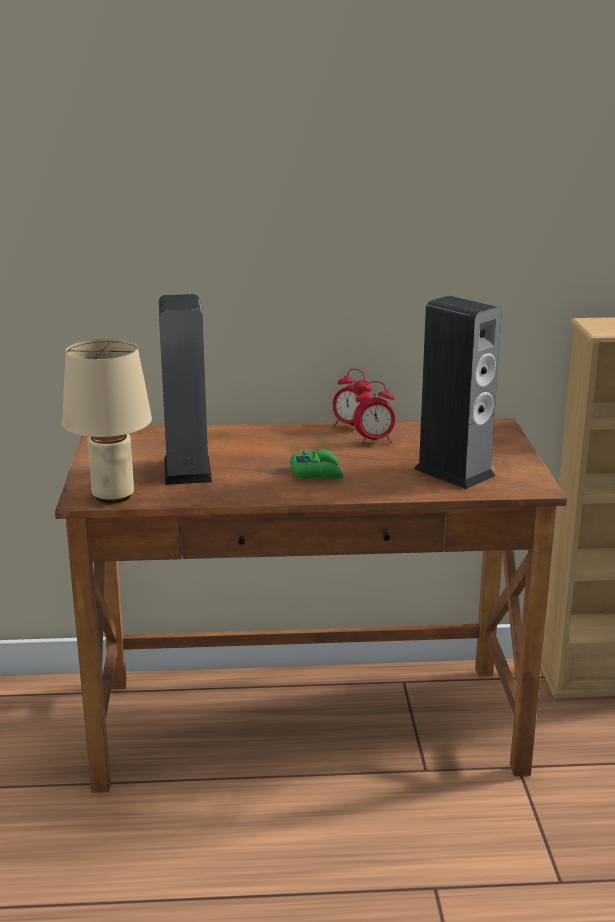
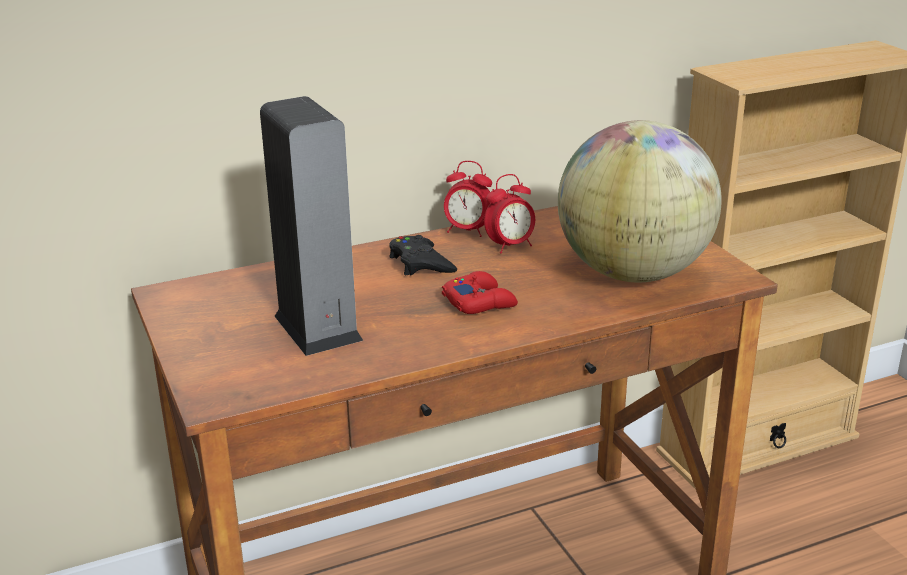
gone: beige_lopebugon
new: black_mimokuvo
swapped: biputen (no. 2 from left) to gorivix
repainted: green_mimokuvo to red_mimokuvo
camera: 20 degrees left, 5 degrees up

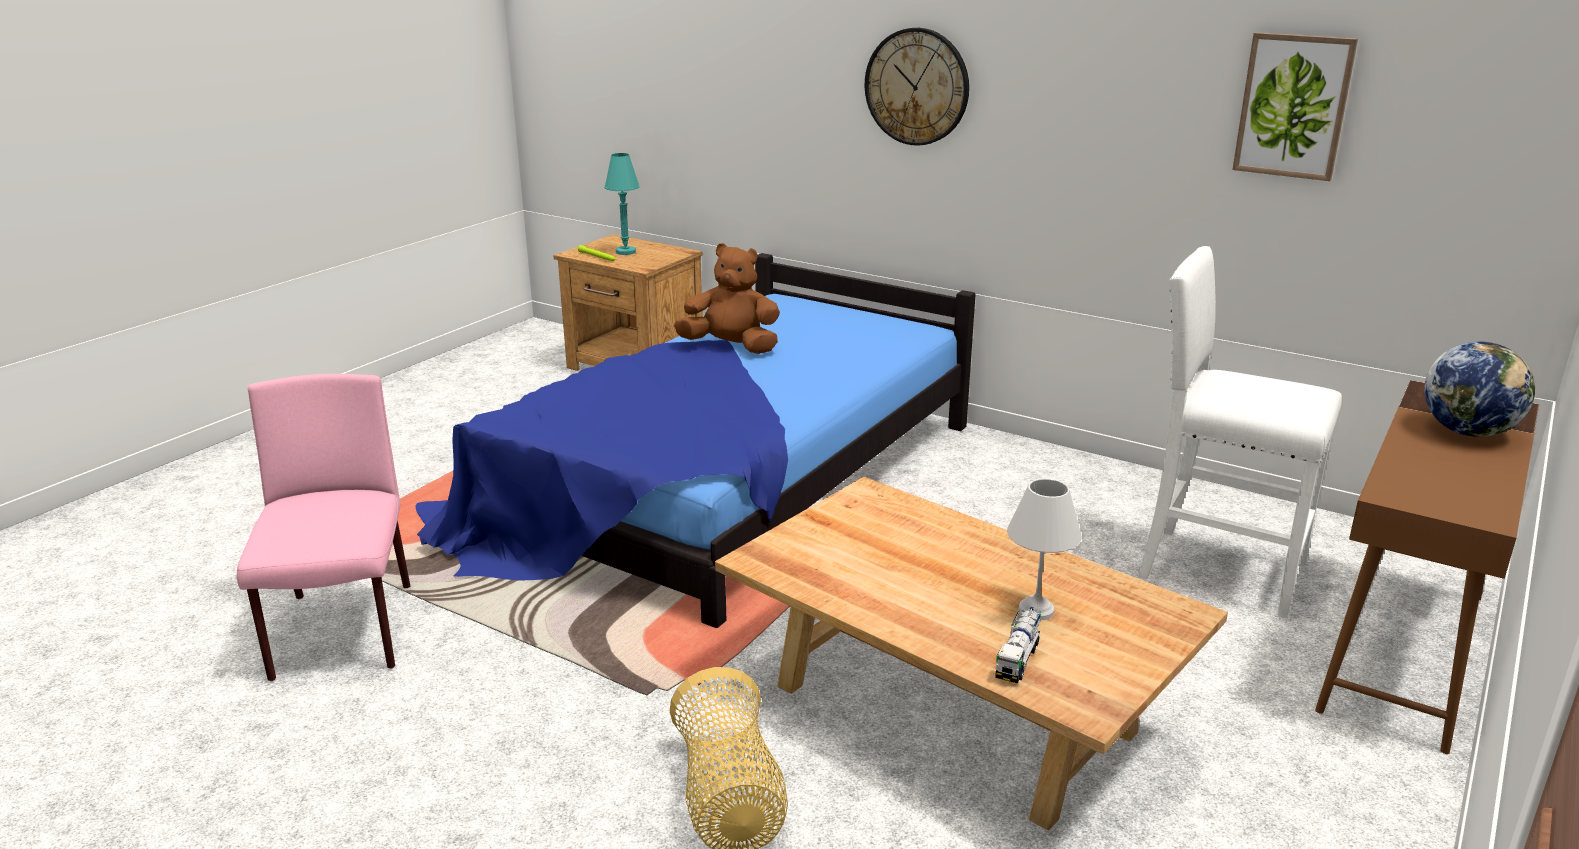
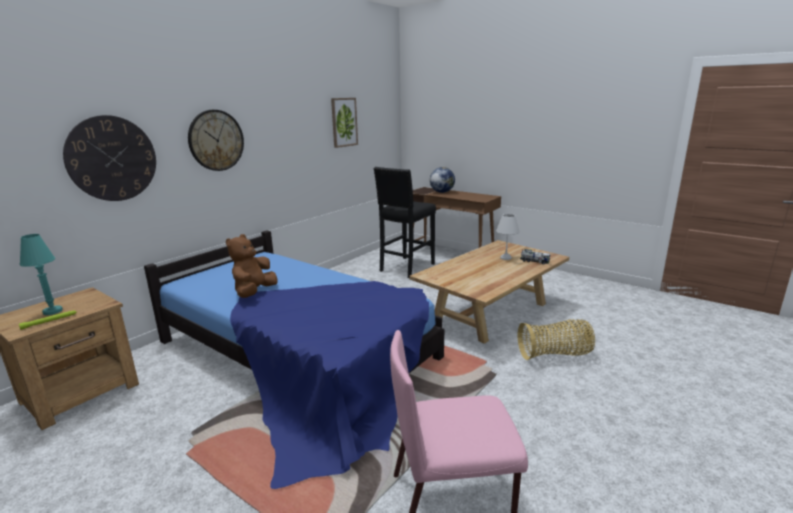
new: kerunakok (no. 1 from left)
repainted: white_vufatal to black_vufatal
camera: 85 degrees left, 5 degrees down

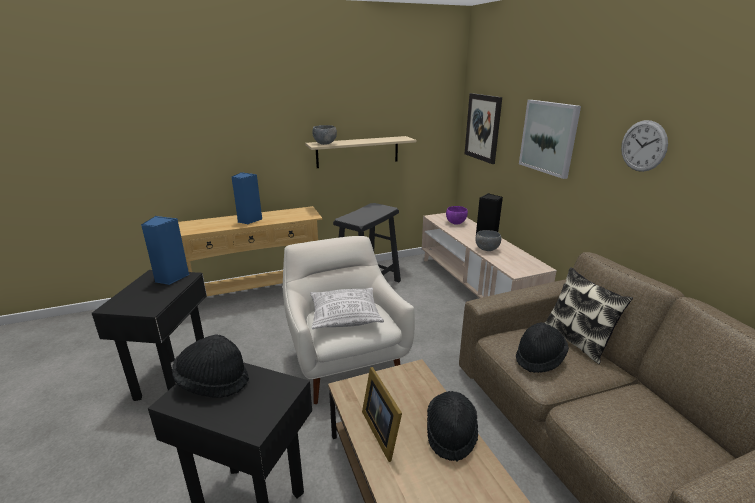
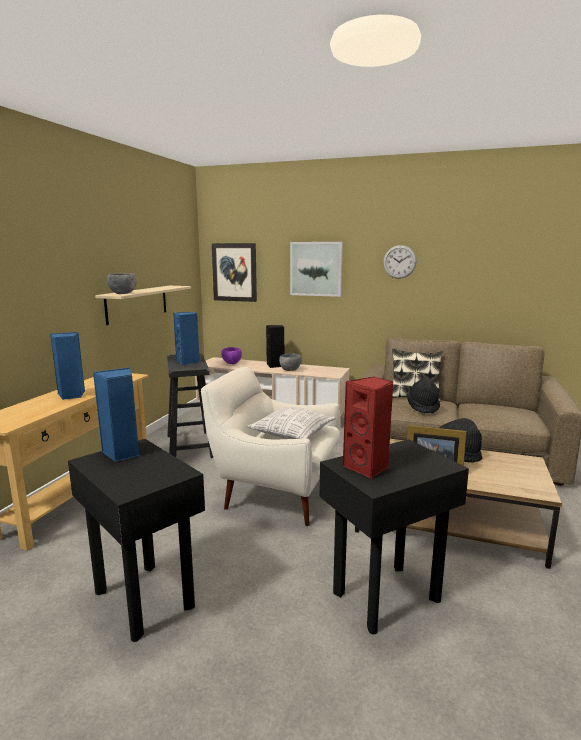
new: blue_biputen (no. 3 from left)
swapped: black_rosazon (no. 1 from left) to red_biputen
camera: 50 degrees left, 10 degrees down

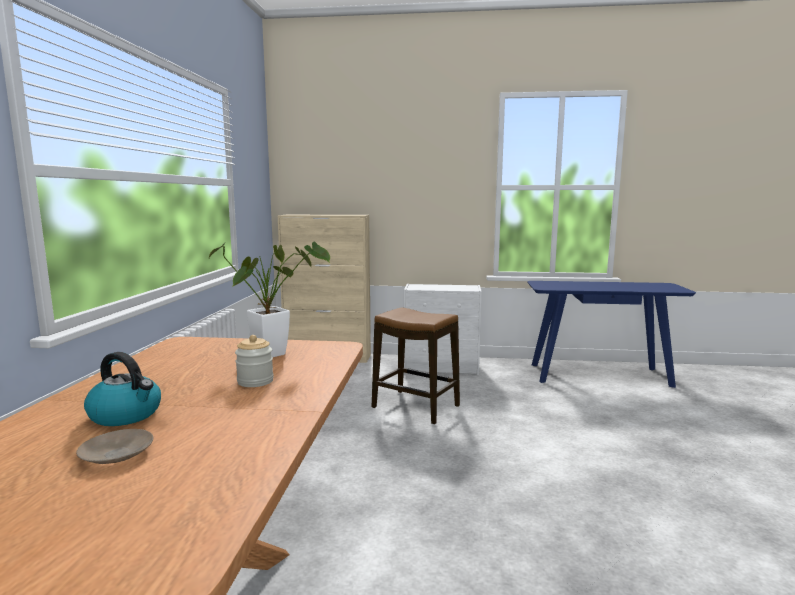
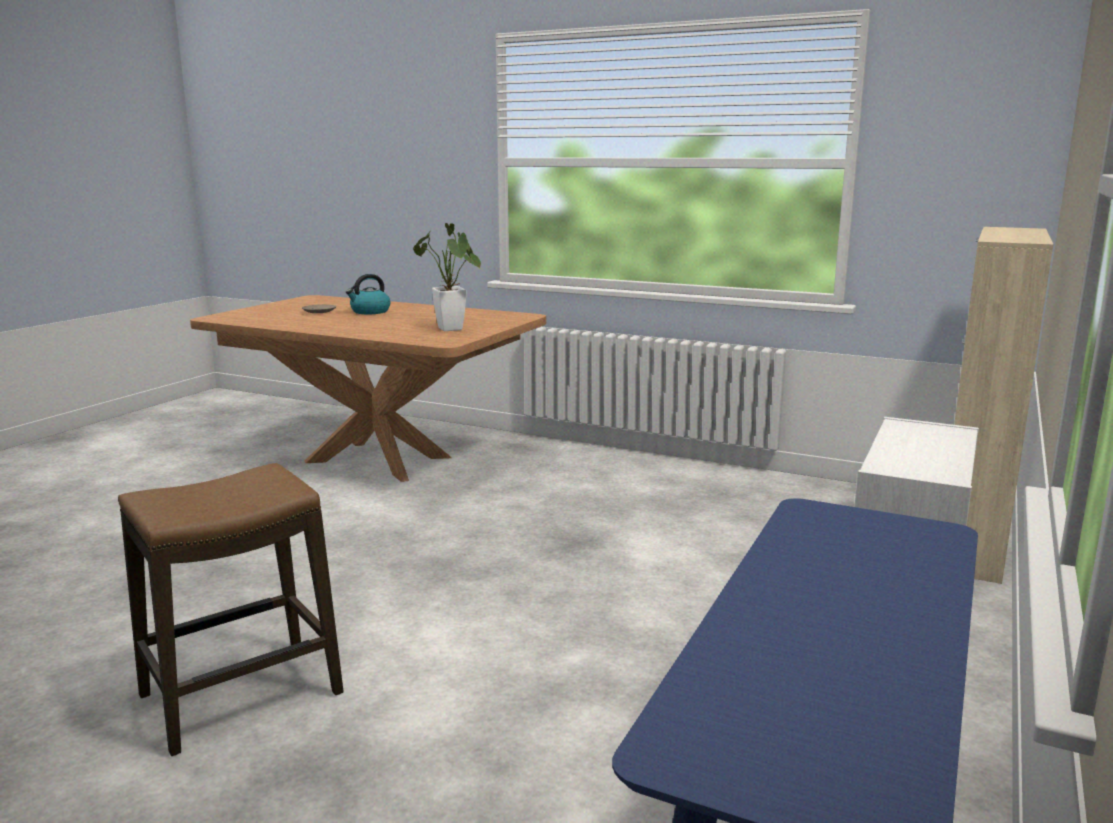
gone: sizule
shifted: vufatal
camera: 110 degrees right, 5 degrees up

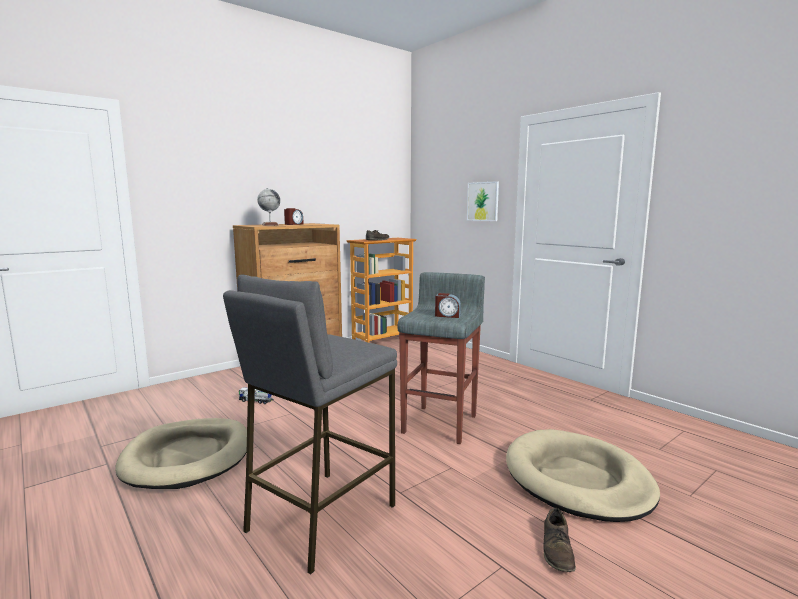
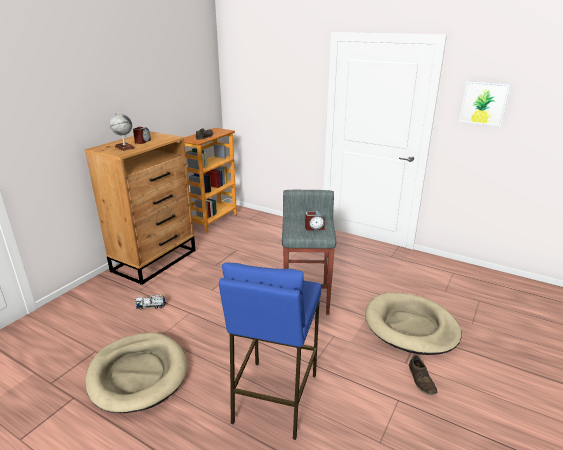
shifted: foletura
repainted: grey_vufatal (no. 1 from left) to blue_vufatal
camera: 20 degrees left, 15 degrees up

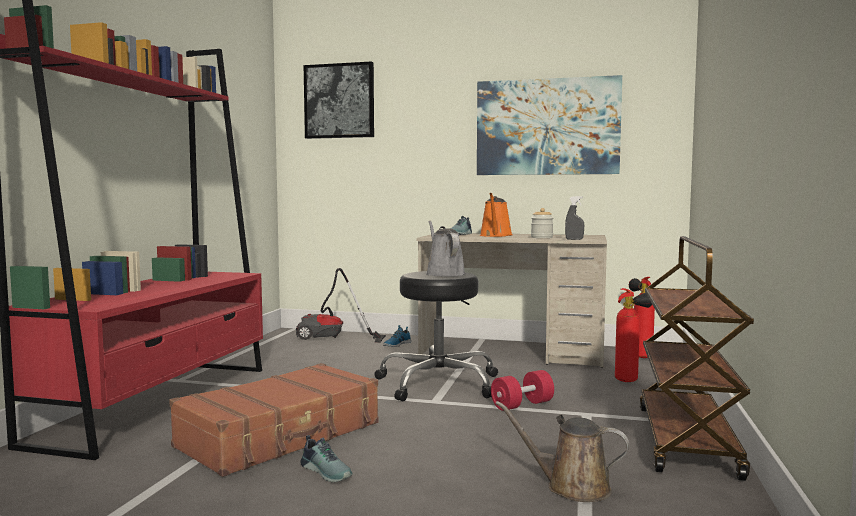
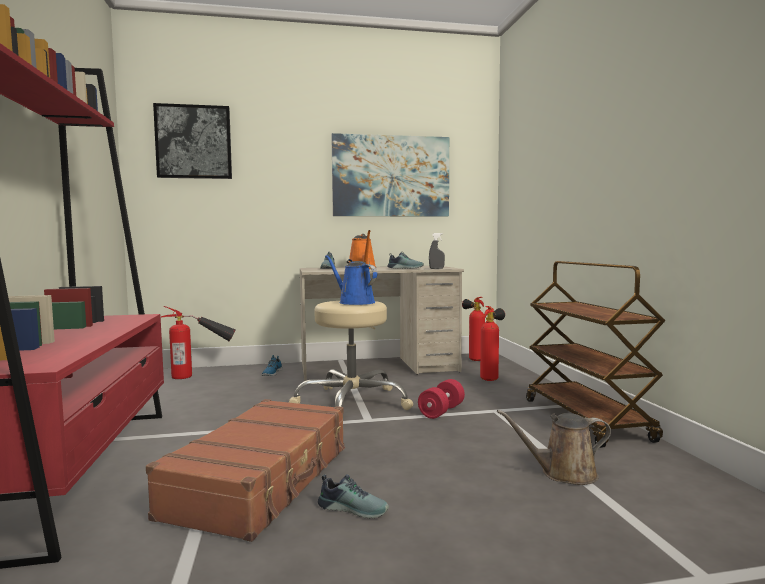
swapped: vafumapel to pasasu (no. 1 from left); sizule to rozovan (no. 4 from left)
repainted: black_vufatal to beige_vufatal; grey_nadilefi to blue_nadilefi
camera: 25 degrees left, 0 degrees up

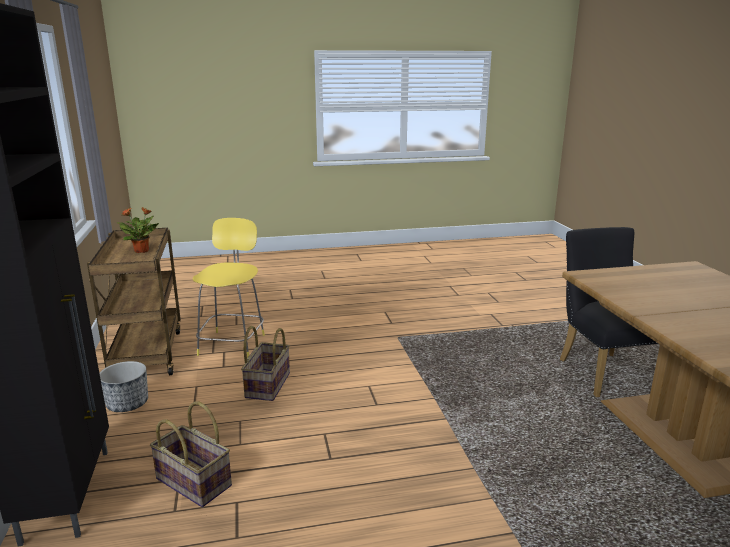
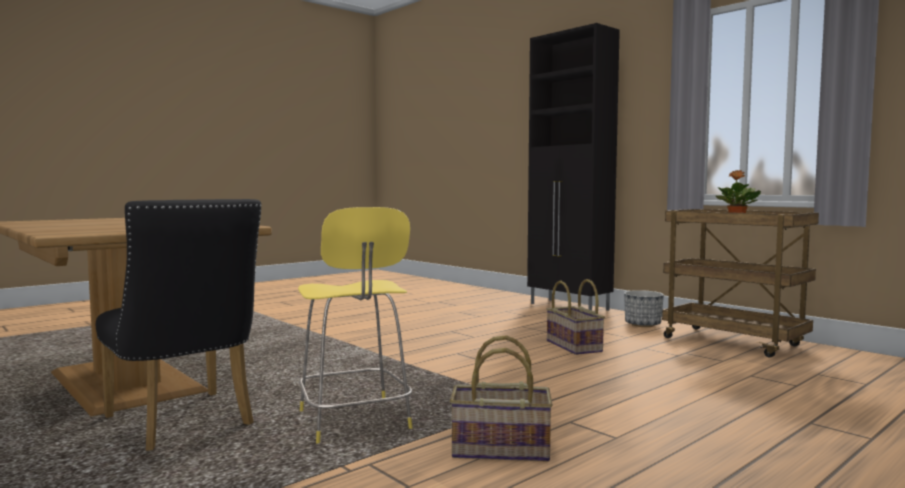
shifted: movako (no. 1 from left); yellow_vufatal
camera: 150 degrees right, 15 degrees down

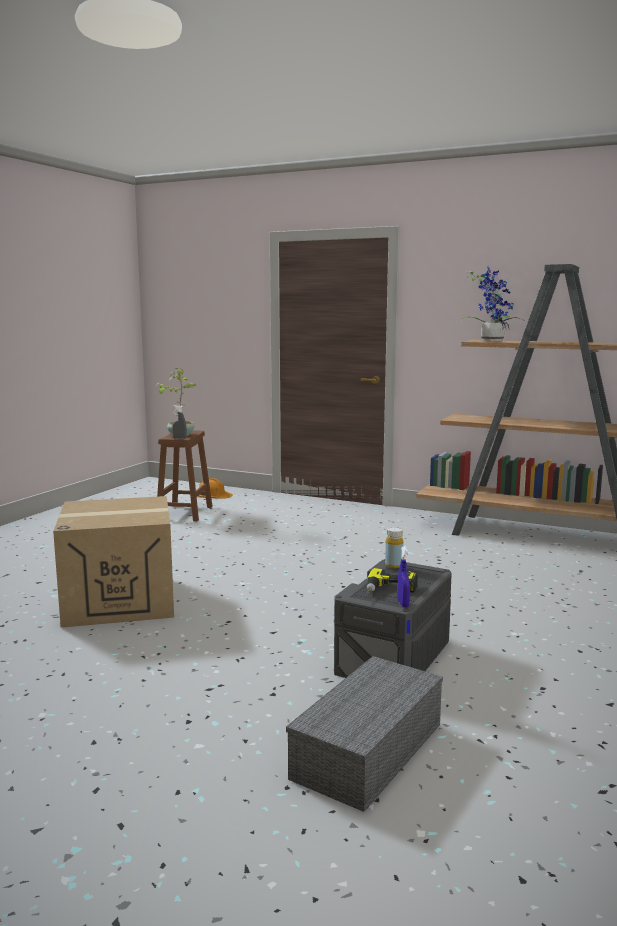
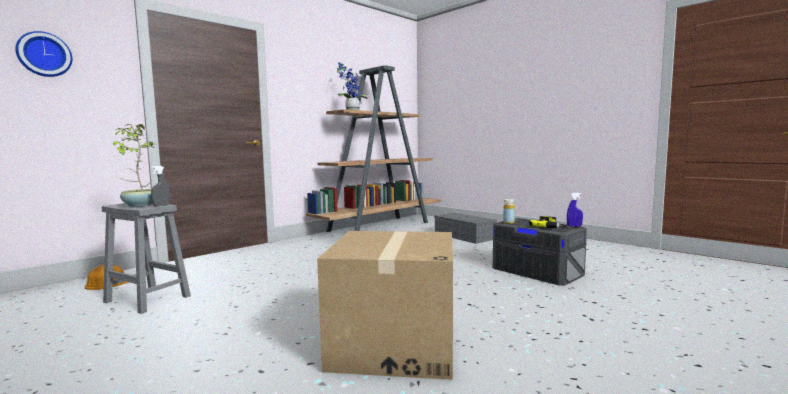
new: kerunakok
shifted: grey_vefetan (no. 1 from left)
repainted: brown_vufatal to grey_vufatal
camera: 70 degrees left, 5 degrees down

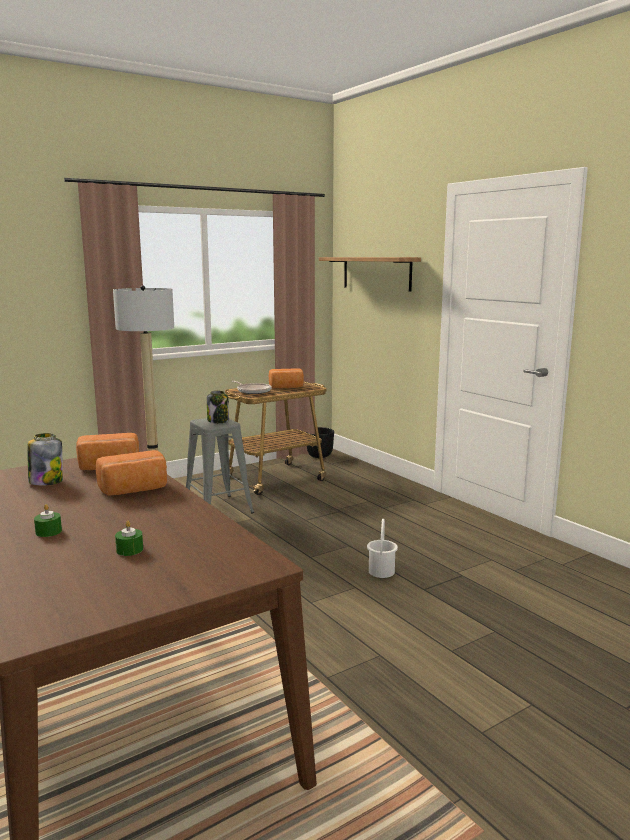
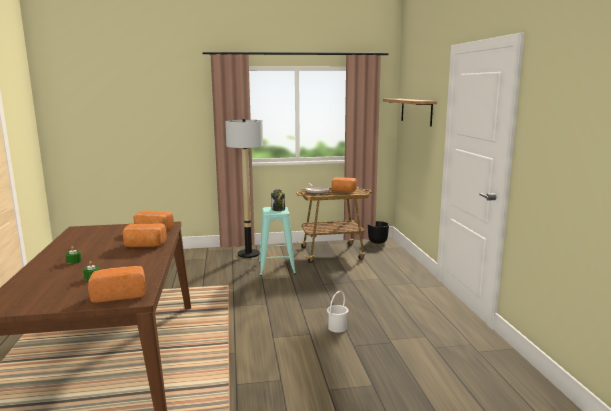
gone: sizule (no. 1 from left)
new: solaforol (no. 1 from left)
repainted: grey_vufatal to turquoise_vufatal
camera: 25 degrees right, 0 degrees up

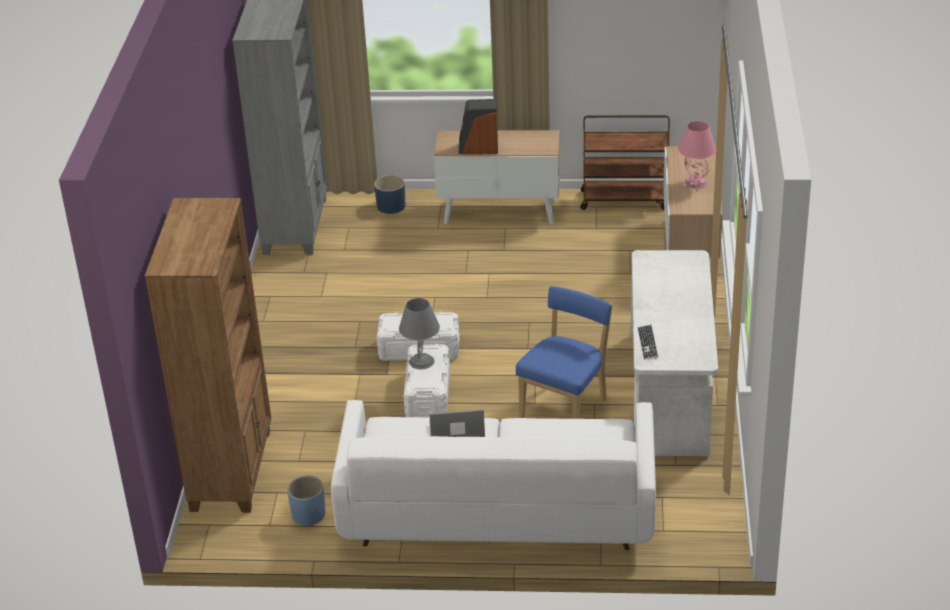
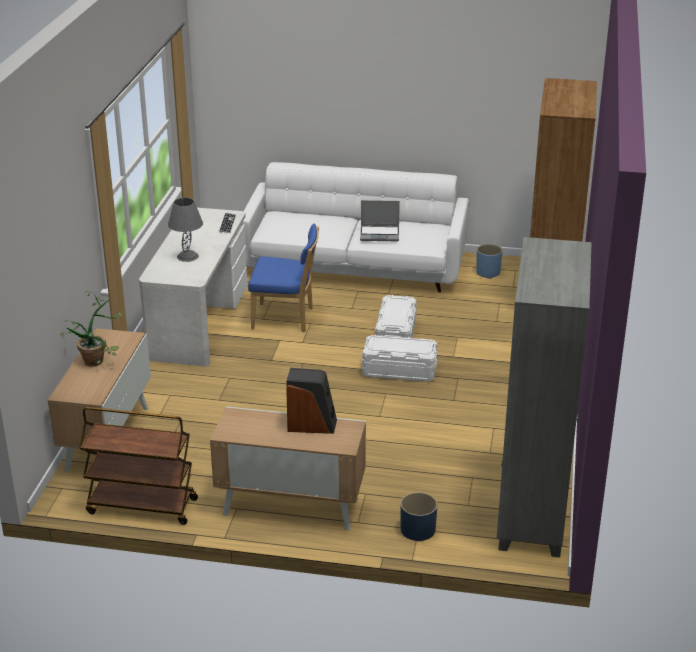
shifted: grey_lopebugon
swapped: pink_lopebugon to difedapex
rotated: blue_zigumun 120 degrees counterclockwise
camera: 175 degrees left, 5 degrees down

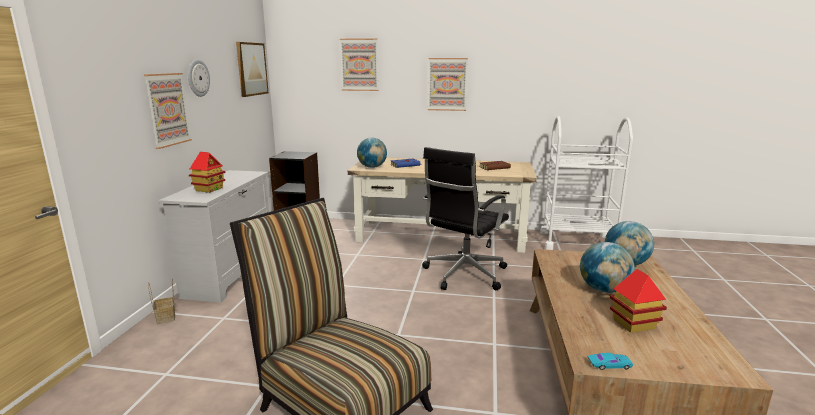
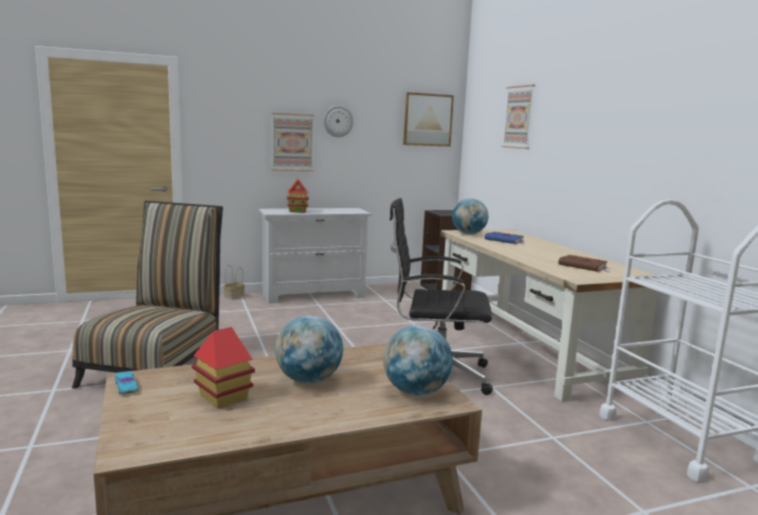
gone: foletura (no. 4 from left)
camera: 60 degrees right, 5 degrees down

